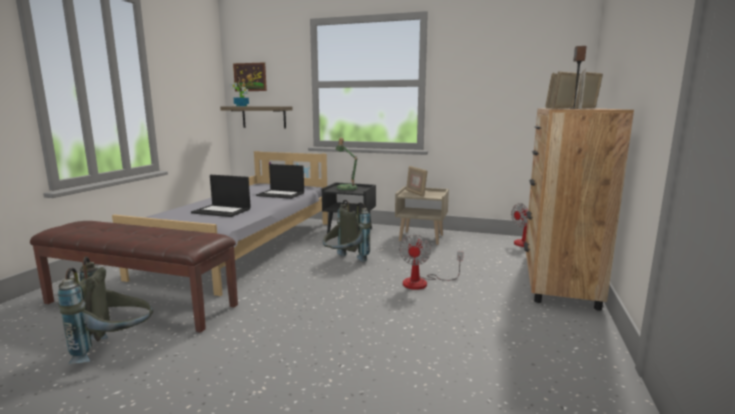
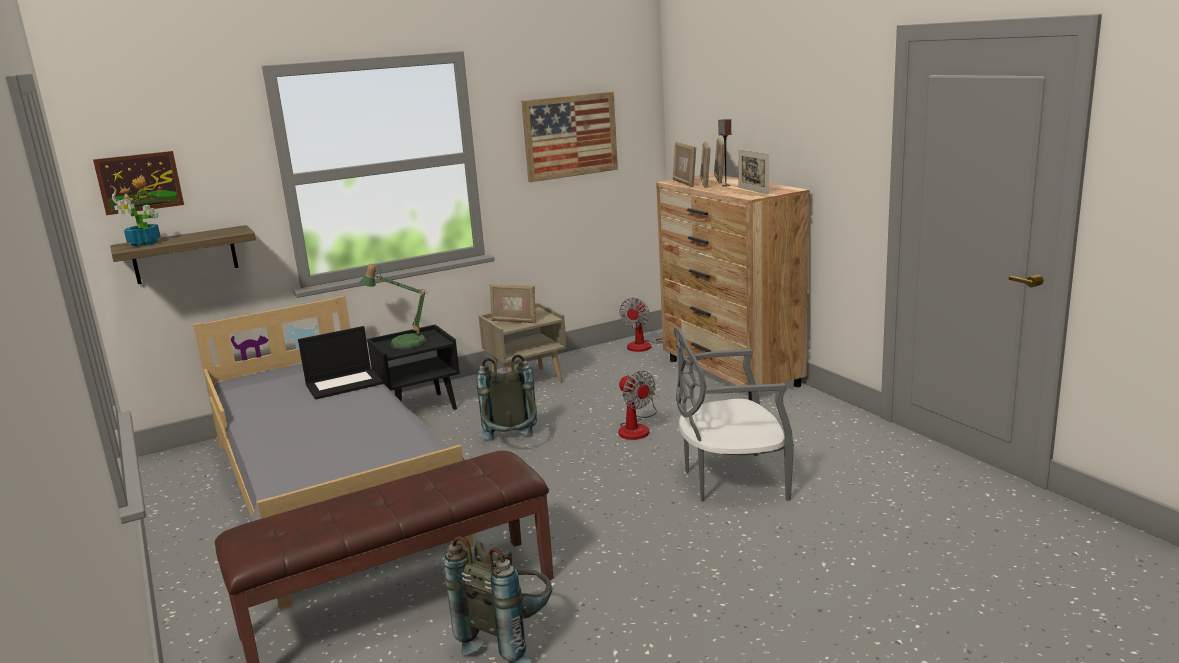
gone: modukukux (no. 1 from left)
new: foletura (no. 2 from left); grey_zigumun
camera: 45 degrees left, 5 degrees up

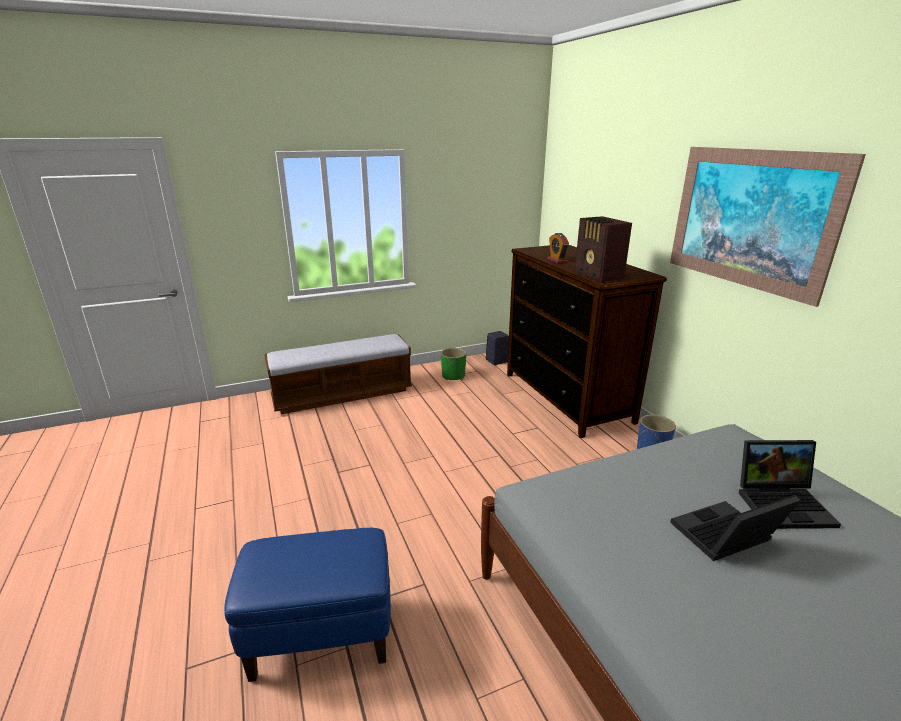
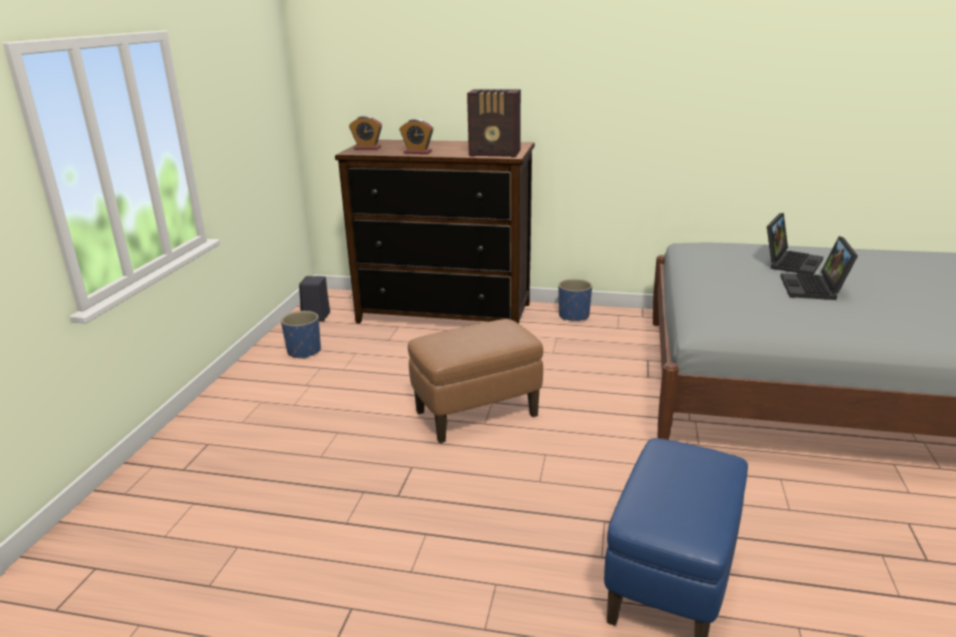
gone: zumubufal; foletura
new: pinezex (no. 1 from left); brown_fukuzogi
repainted: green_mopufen to blue_mopufen (no. 1 from left)
camera: 55 degrees left, 0 degrees up

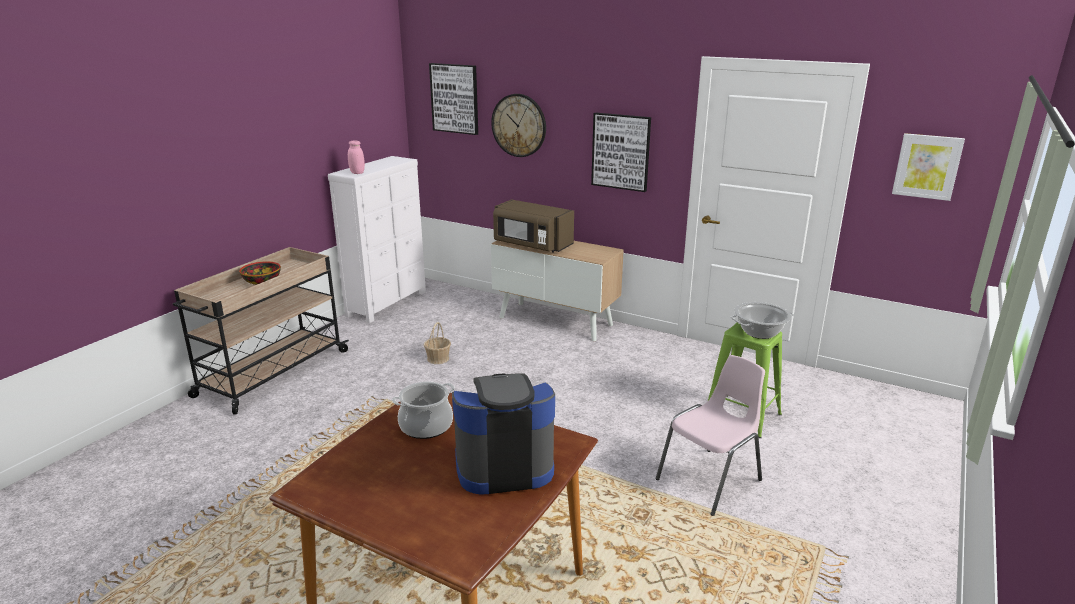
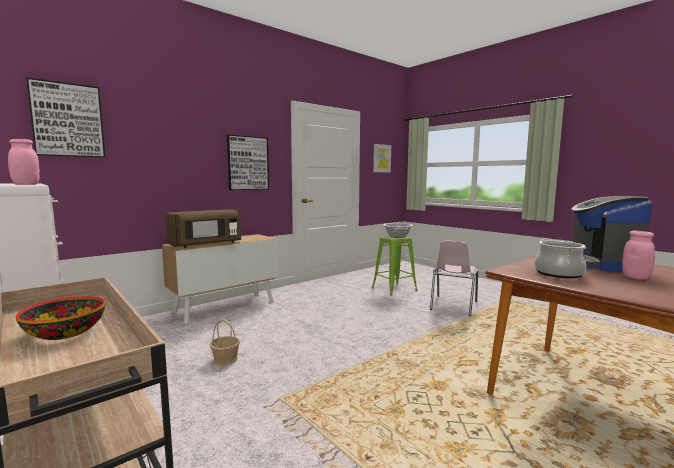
gone: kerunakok
new: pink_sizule (no. 2 from left)
rotated: pink_zigumun 135 degrees counterclockwise
camera: 70 degrees left, 15 degrees down

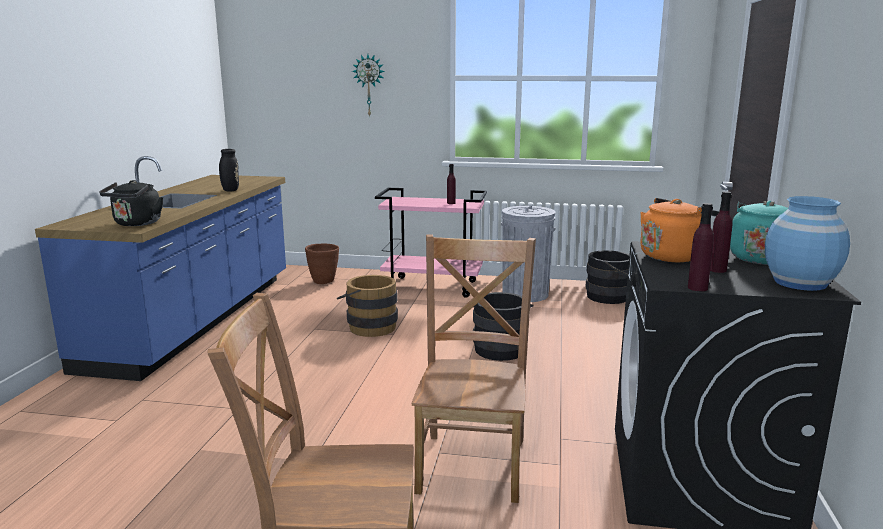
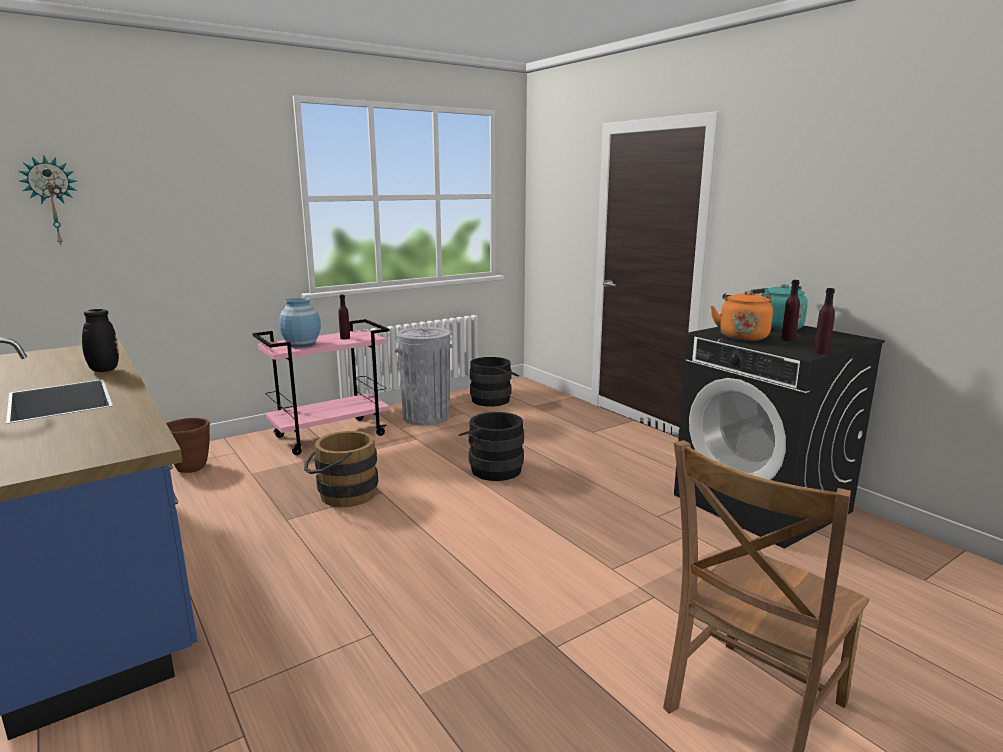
gone: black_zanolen; brown_zigumun (no. 2 from left)
shifted: kerunakok; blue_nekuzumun
camera: 45 degrees left, 0 degrees up

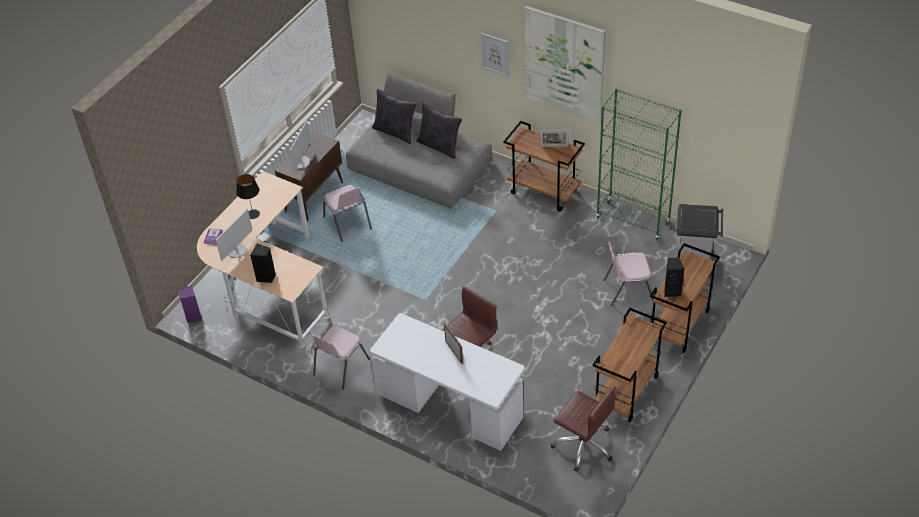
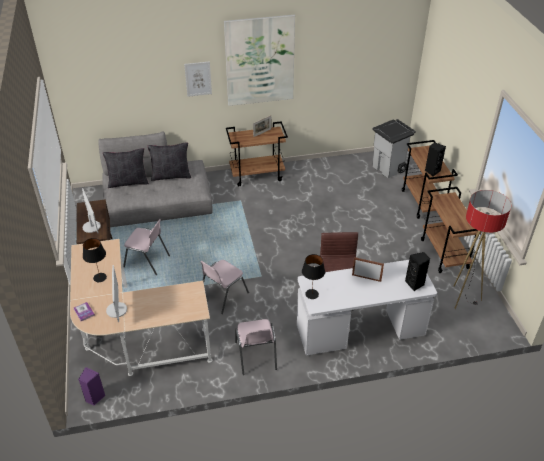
gone: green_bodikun
new: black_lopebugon (no. 2 from left)
shifted: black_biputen (no. 1 from left); pink_zigumun (no. 3 from left in the first image) to pink_zigumun (no. 2 from left)
swapped: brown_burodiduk (no. 2 from left) to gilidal
camera: 45 degrees left, 5 degrees down

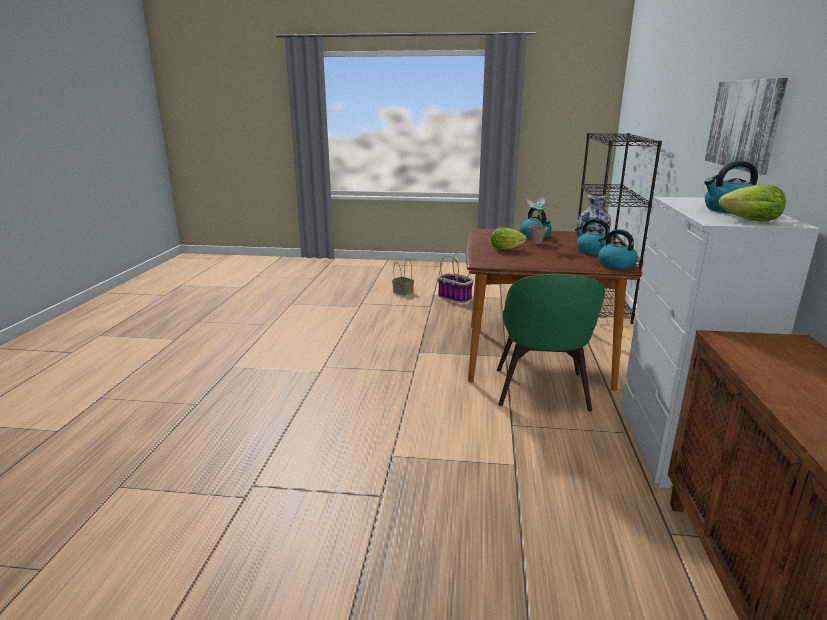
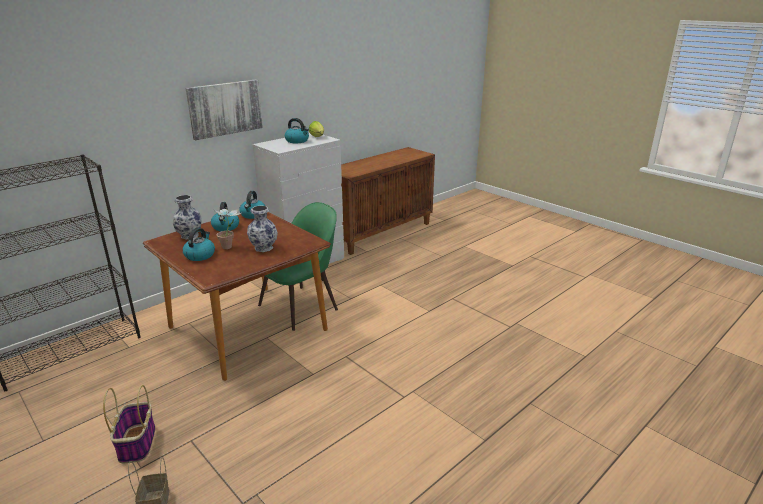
swapped: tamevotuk (no. 1 from left) to nekuzumun (no. 2 from left)
camera: 140 degrees left, 5 degrees up

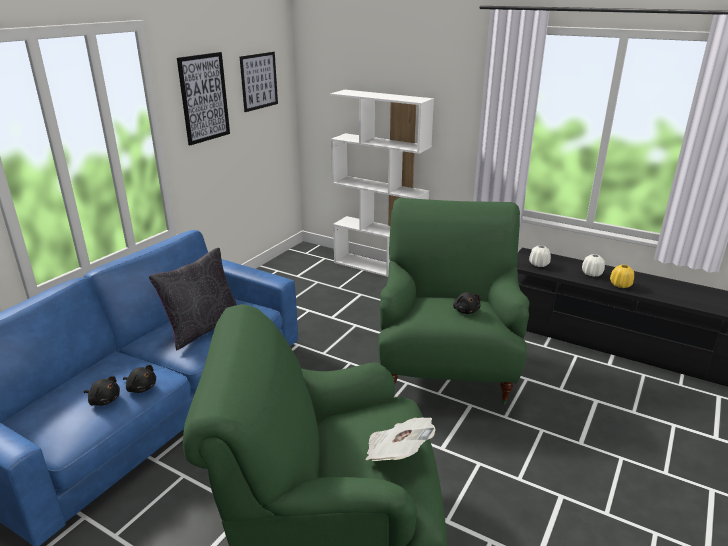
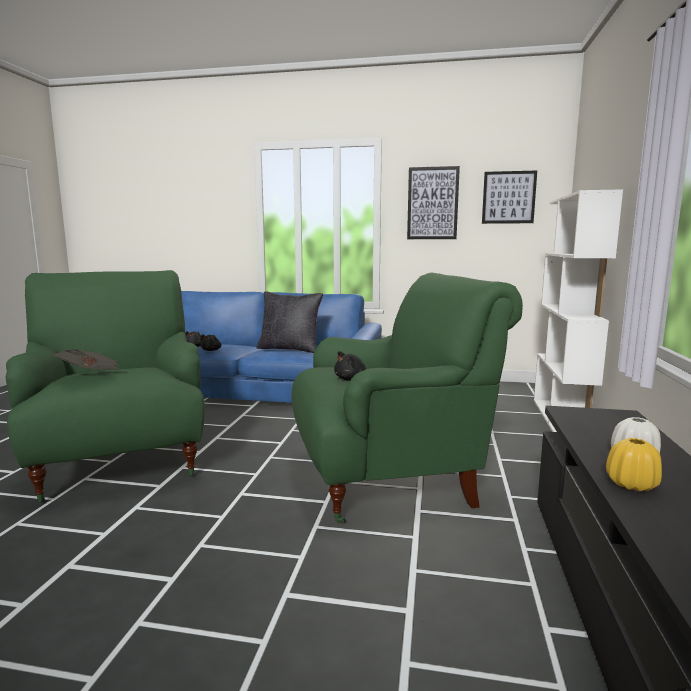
gone: white_nekuzumun (no. 1 from left)
camera: 70 degrees right, 15 degrees down

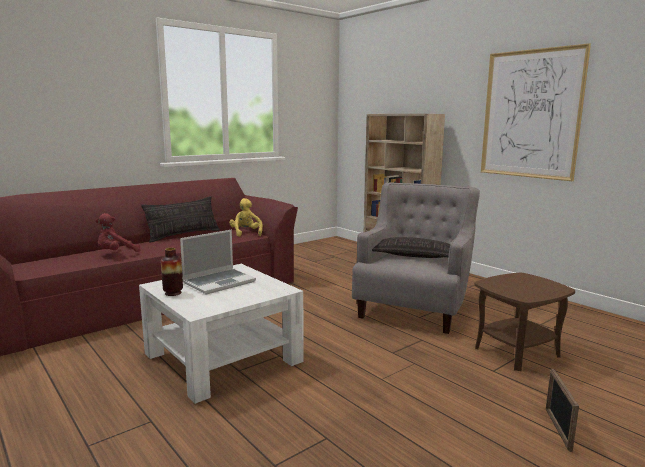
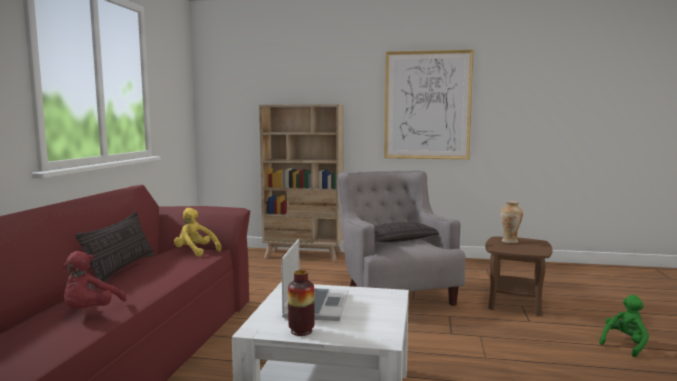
new: nekuzumun (no. 2 from left)
swapped: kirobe to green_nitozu
camera: 40 degrees left, 5 degrees down

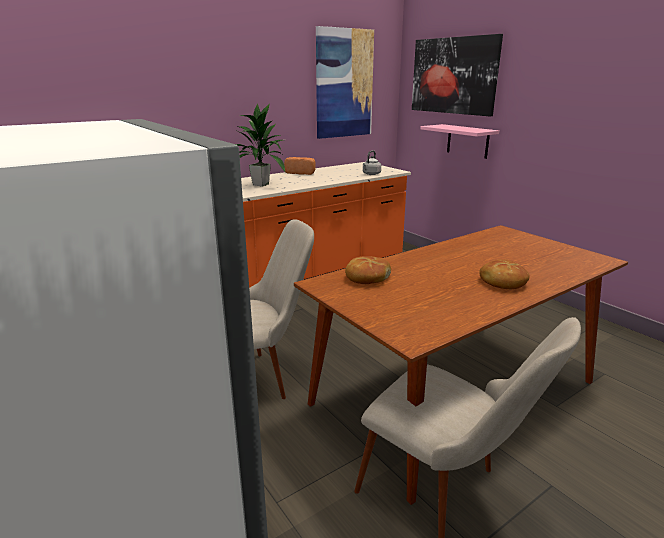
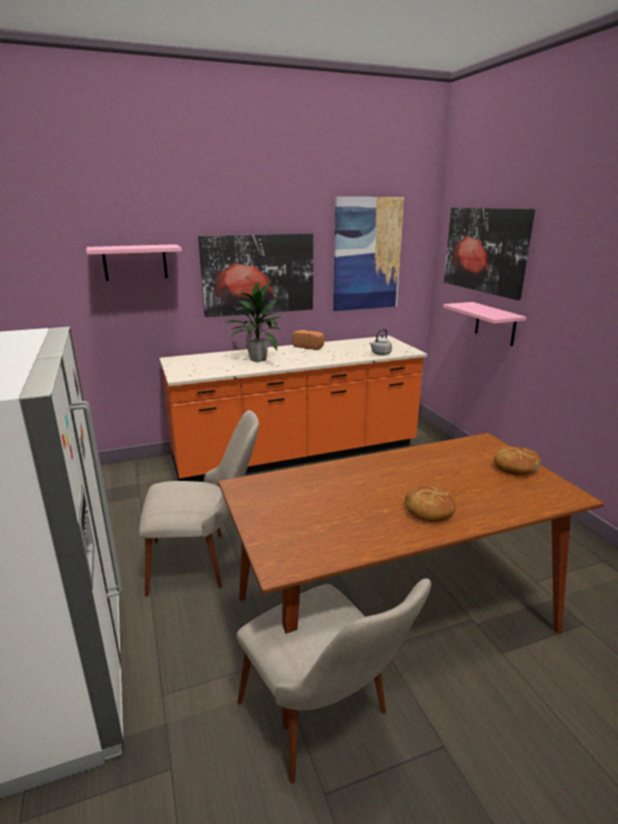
new: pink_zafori (no. 1 from left); foletura (no. 1 from left)
shifted: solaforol (no. 2 from left in the first image) to solaforol (no. 3 from left)
camera: 15 degrees right, 0 degrees up

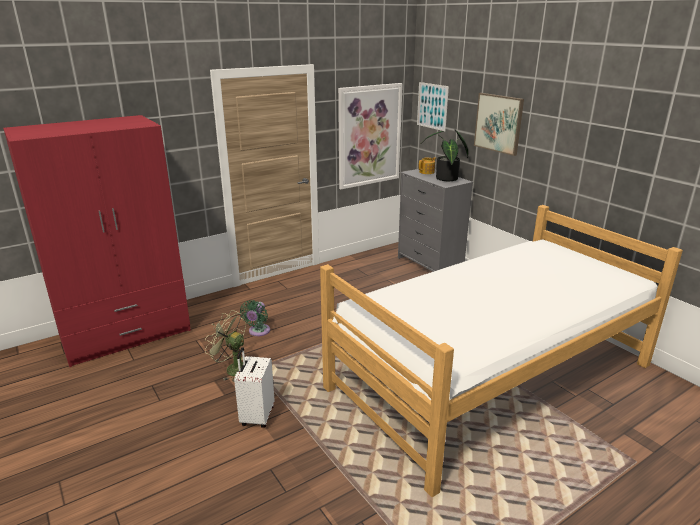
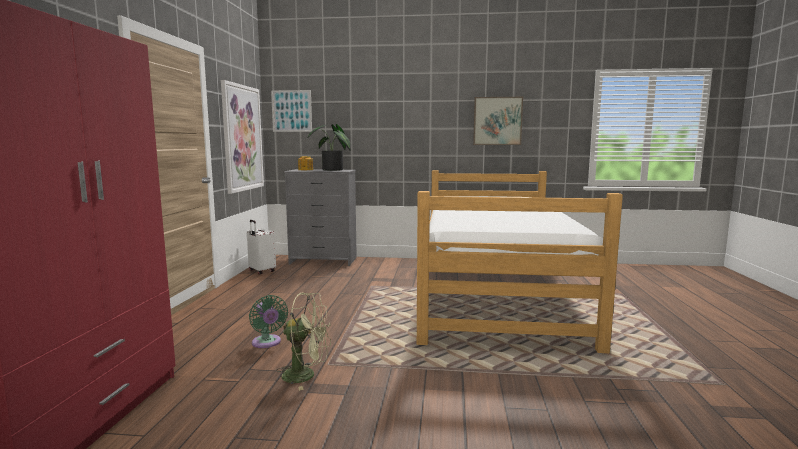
shifted: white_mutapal; foletura (no. 3 from left)
rotated: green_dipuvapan (no. 1 from left in the first image) 150 degrees counterclockwise
camera: 50 degrees left, 15 degrees down

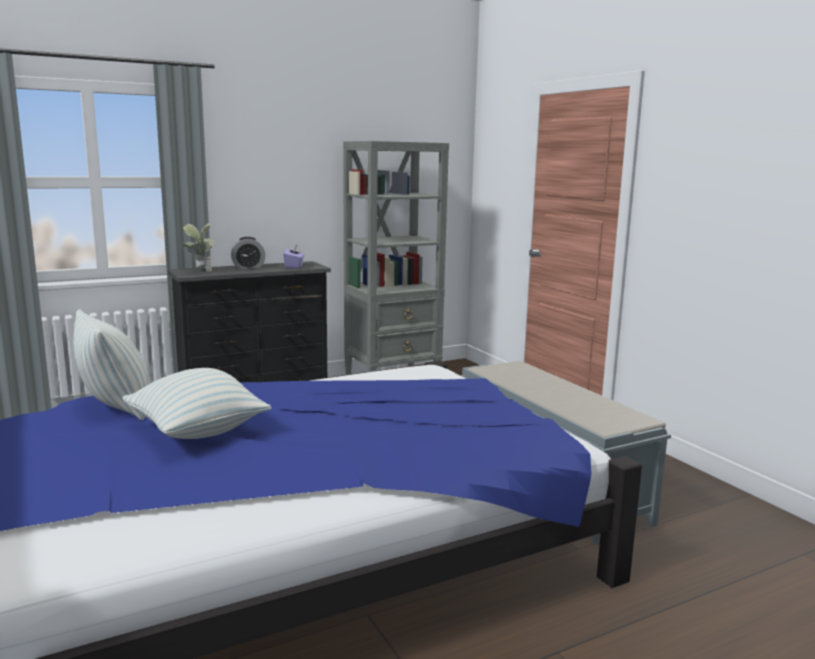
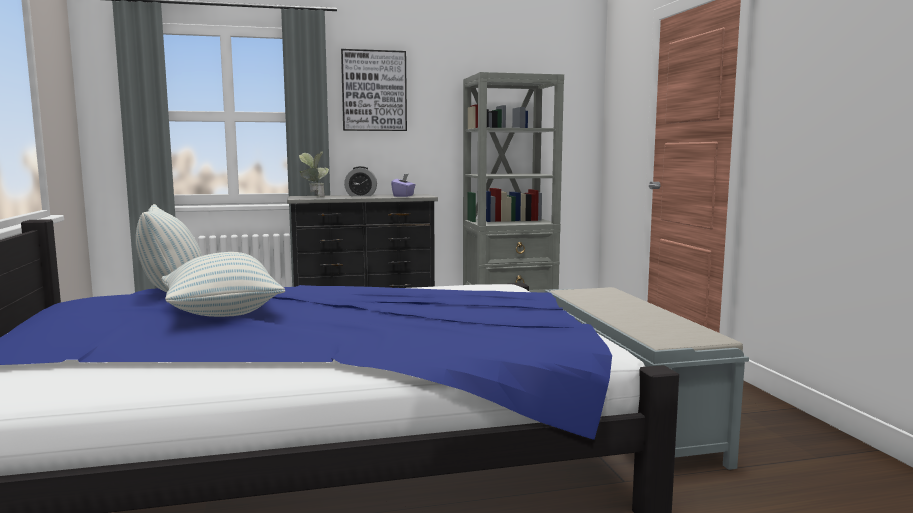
new: foletura
camera: 15 degrees right, 5 degrees down

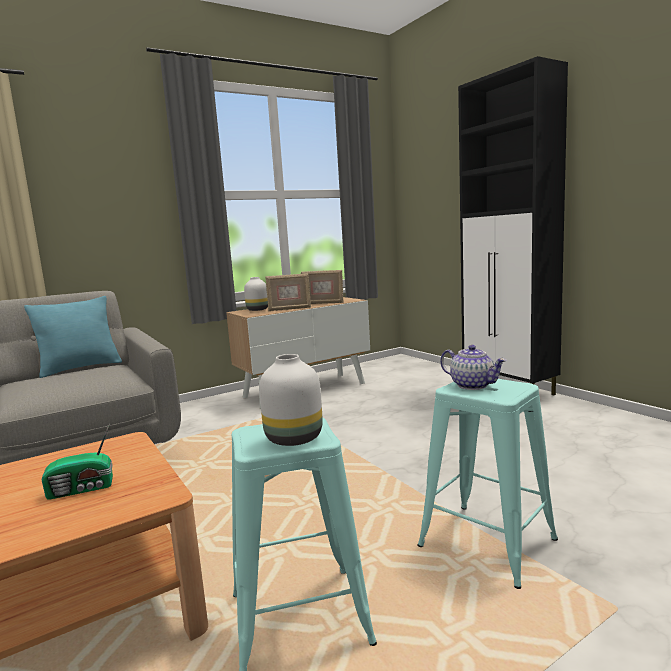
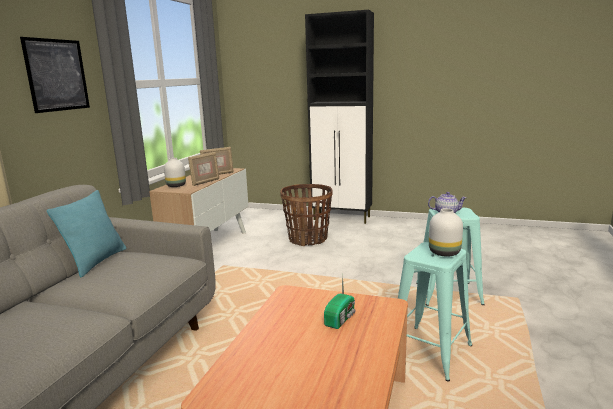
new: foletura; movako
camera: 40 degrees left, 5 degrees up

